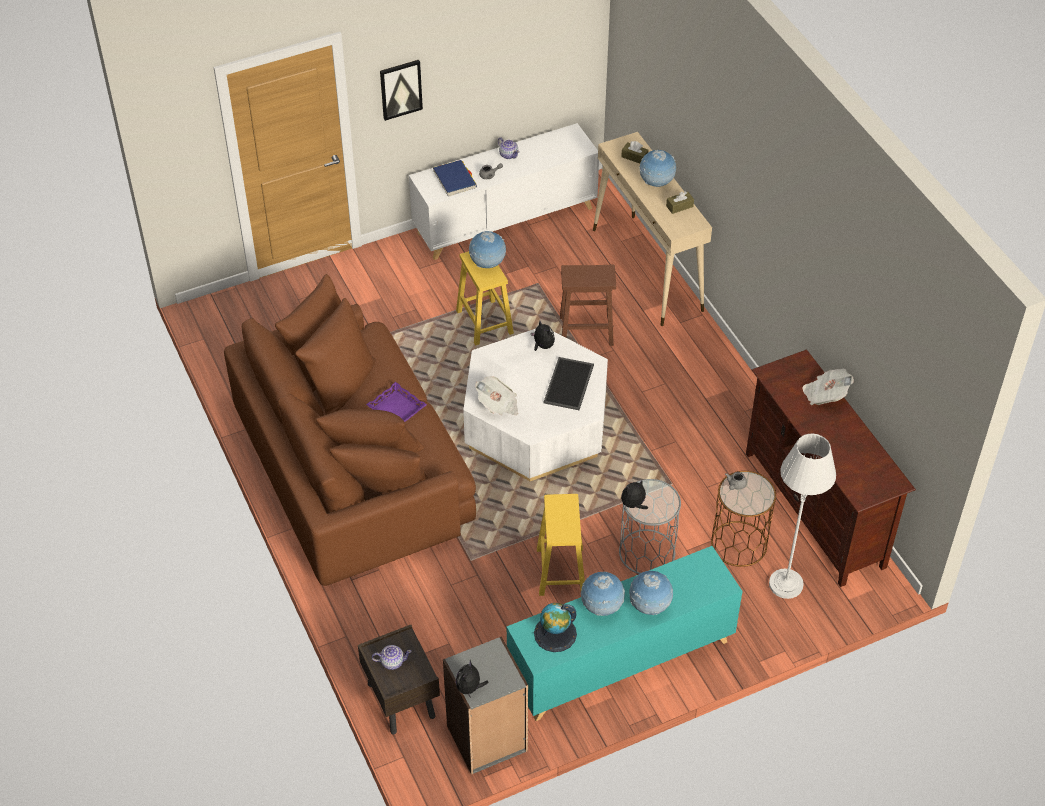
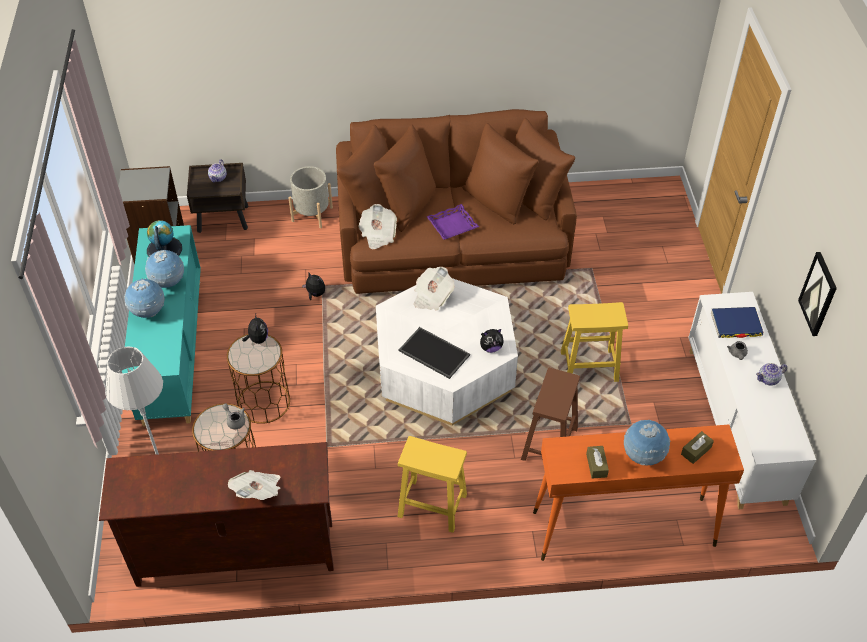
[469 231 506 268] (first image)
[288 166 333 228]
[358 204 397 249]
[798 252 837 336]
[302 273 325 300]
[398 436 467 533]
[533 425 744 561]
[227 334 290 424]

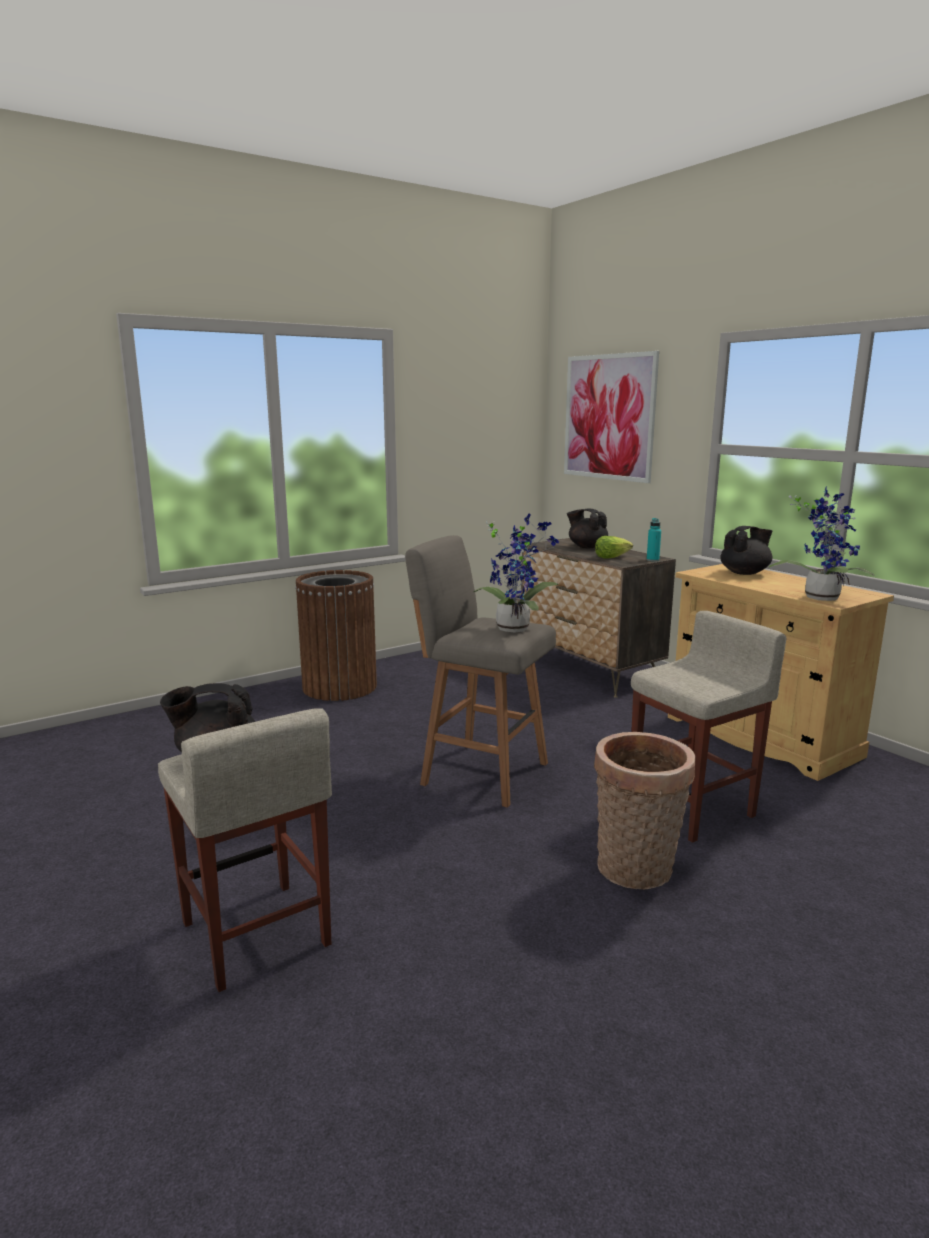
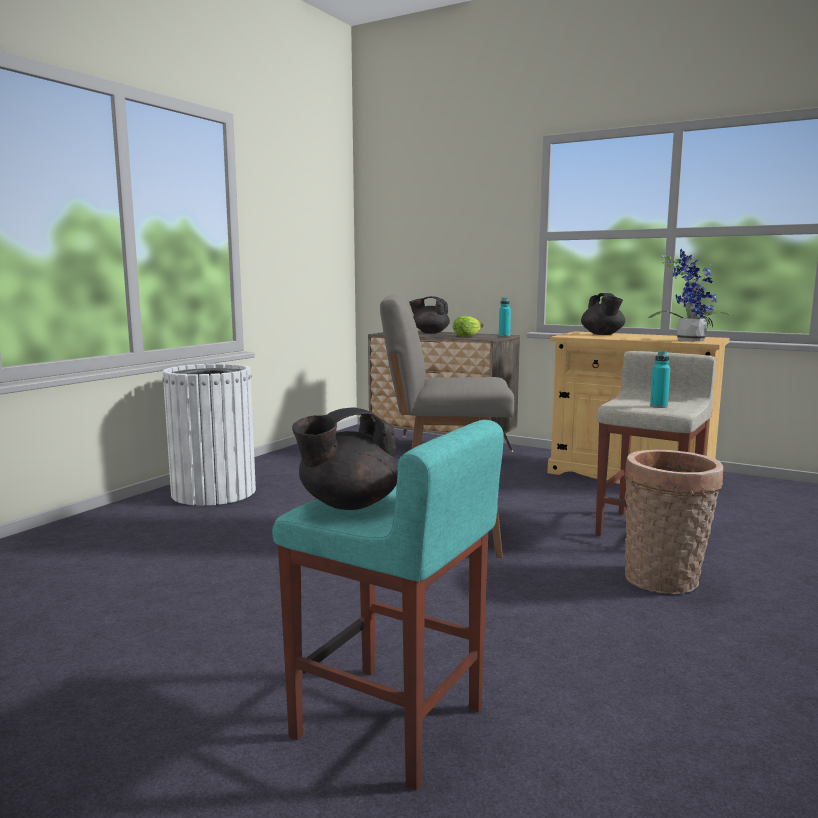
[473 514 559 632] (first image)
[564 351 659 483] (first image)
[650 351 670 408]
[272 420 504 790]
[162 364 256 506]
[581 293 625 335]

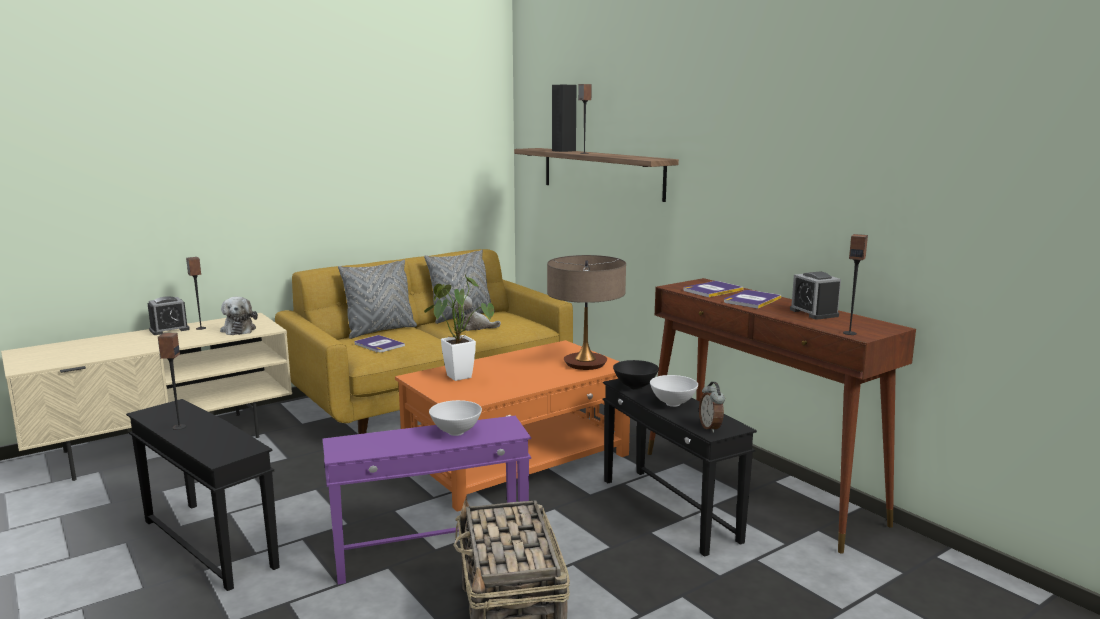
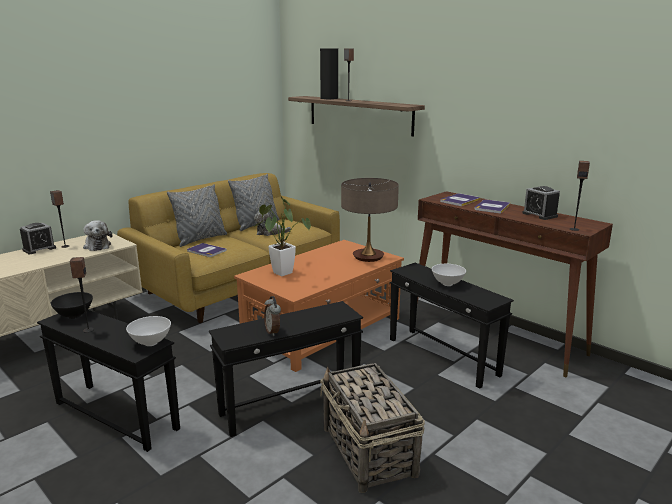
[126 316 171 346]
[51 292 93 319]
[264 296 281 336]
[209 301 363 437]

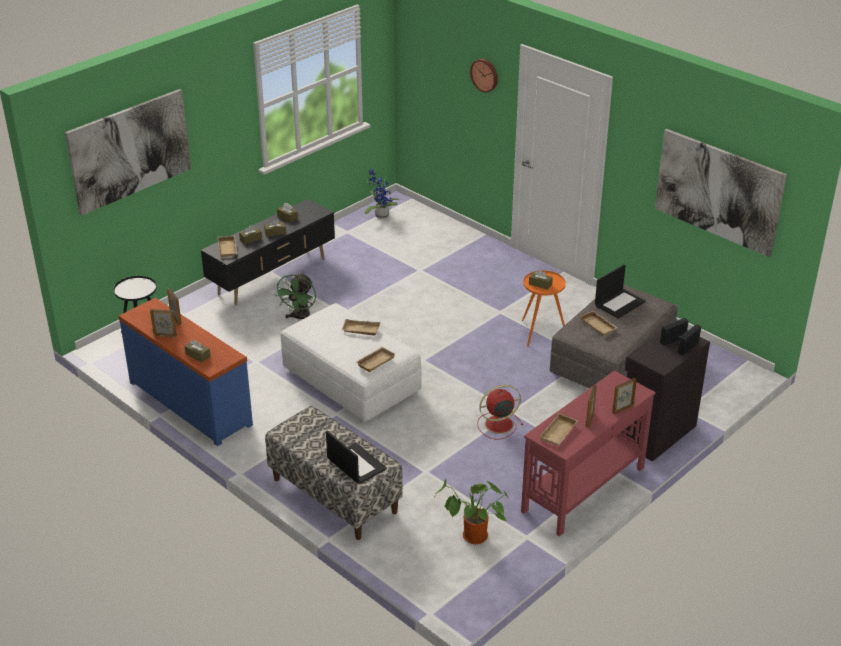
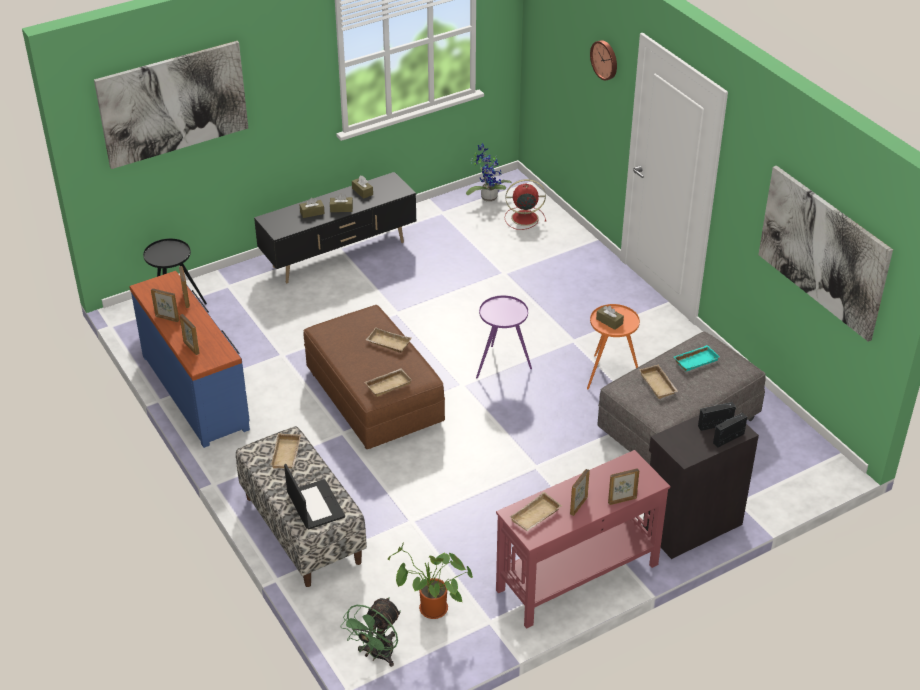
[476 295 532 378]
[271 433 301 468]
[341 597 401 667]
[505 179 546 230]
[180 314 200 355]
[674 345 720 372]
[304 305 445 449]

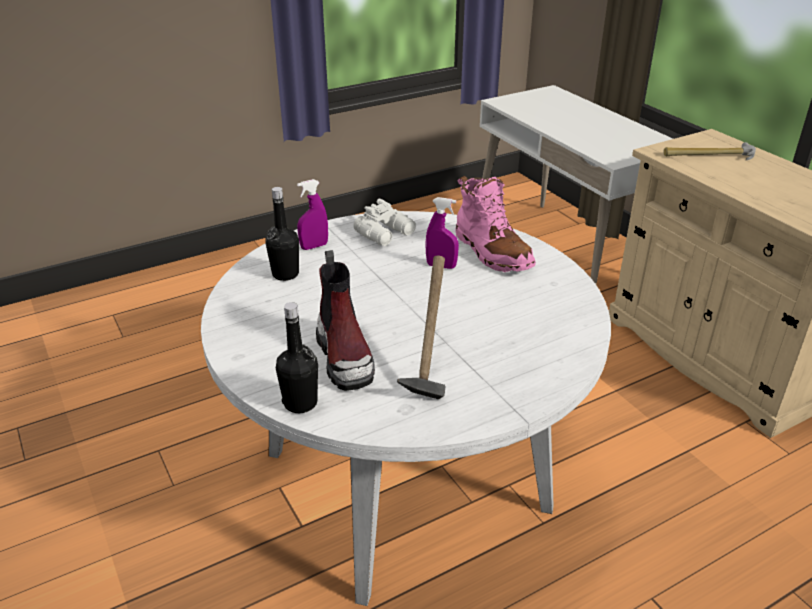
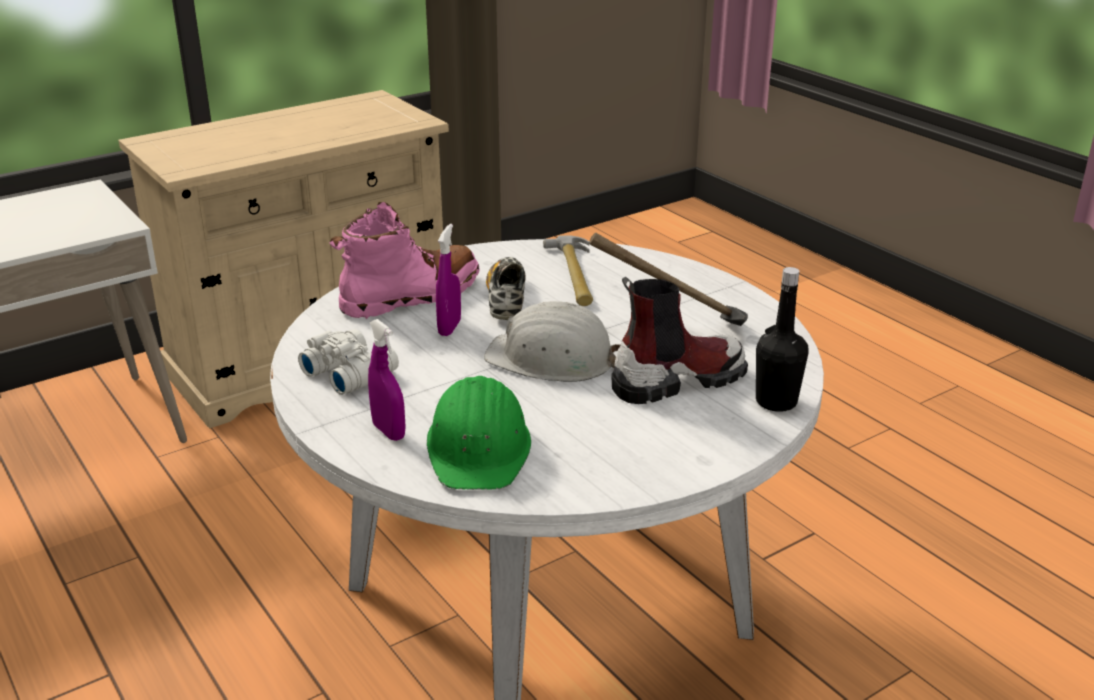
[484 301 620 382]
[486 257 526 320]
[543 235 593 306]
[427 376 531 490]

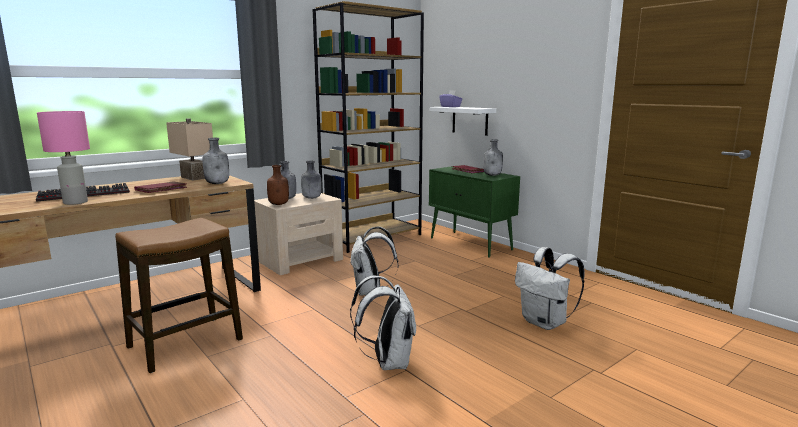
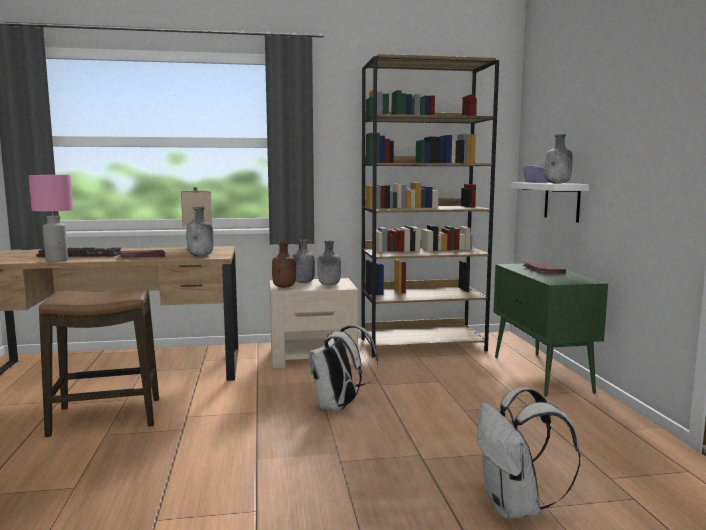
[350 276 416 370] (first image)
[545 134 573 183]

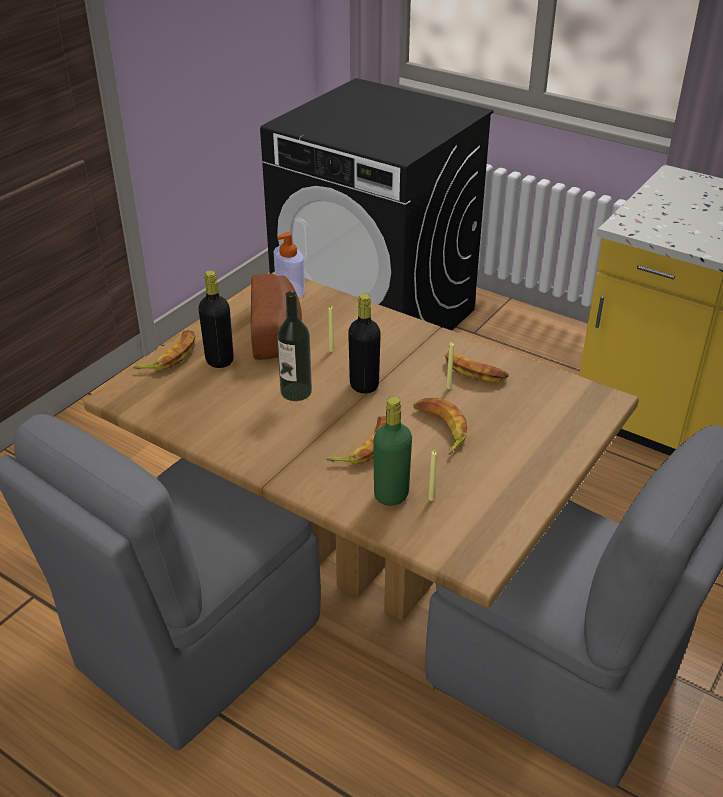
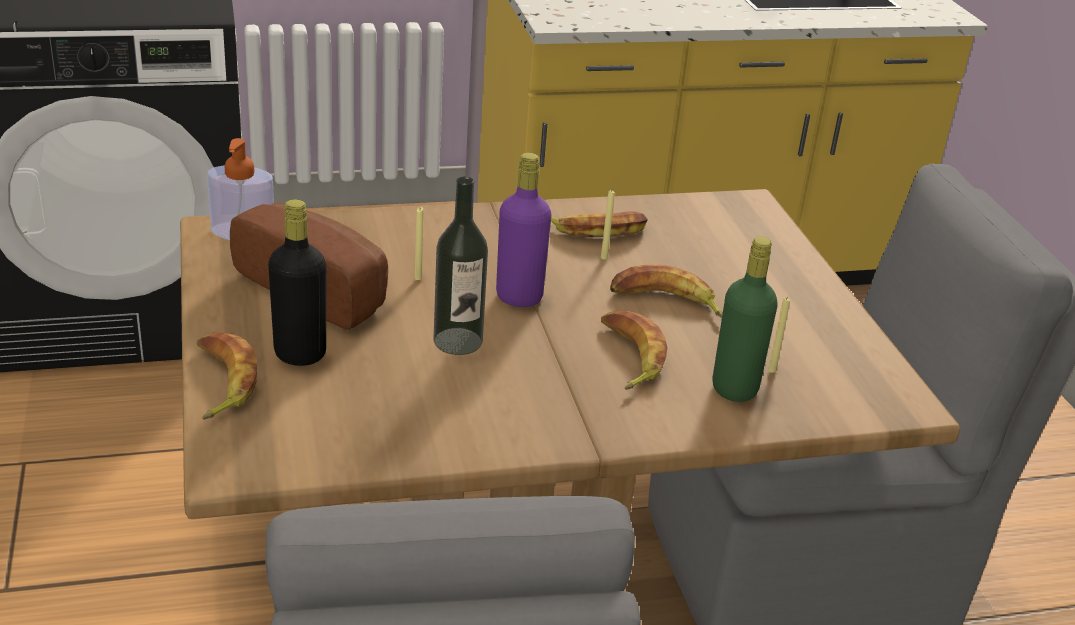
[496 153 552 307]

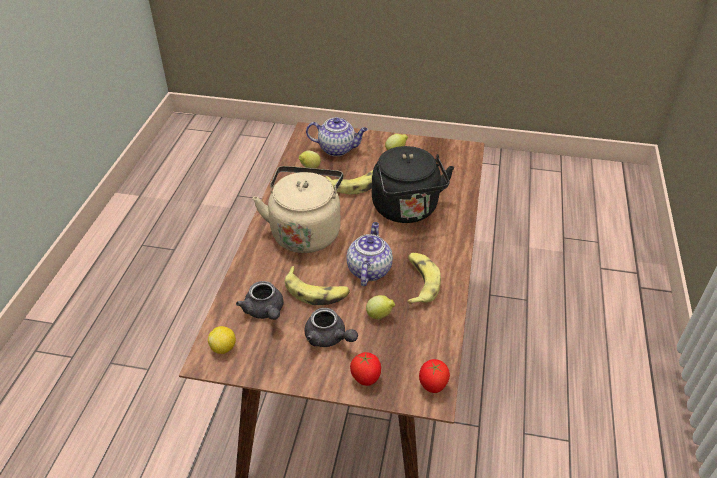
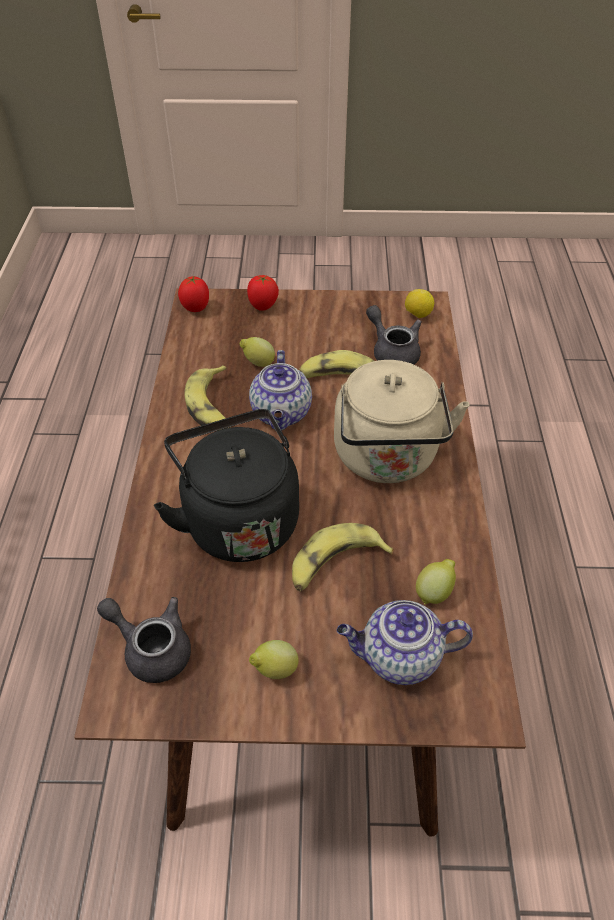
[97 597 191 683]

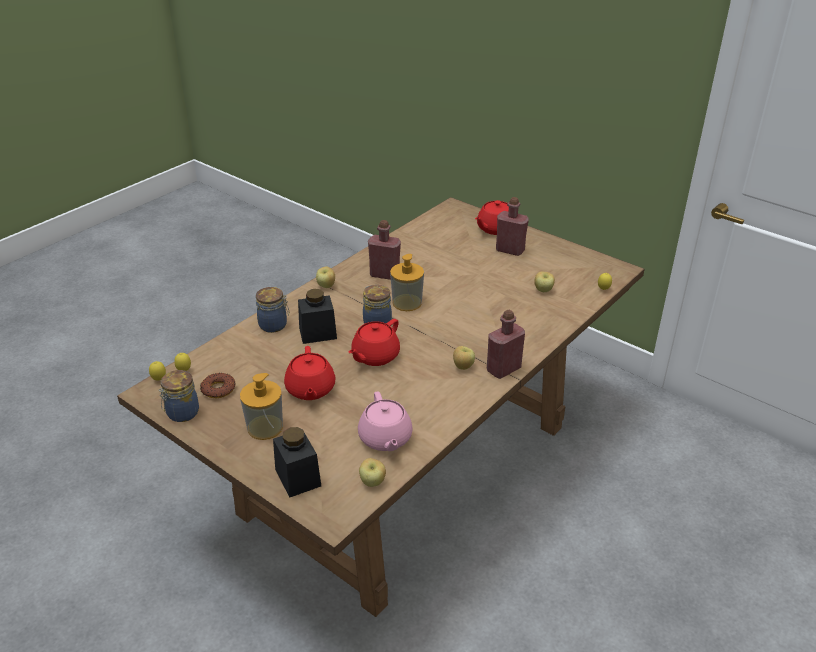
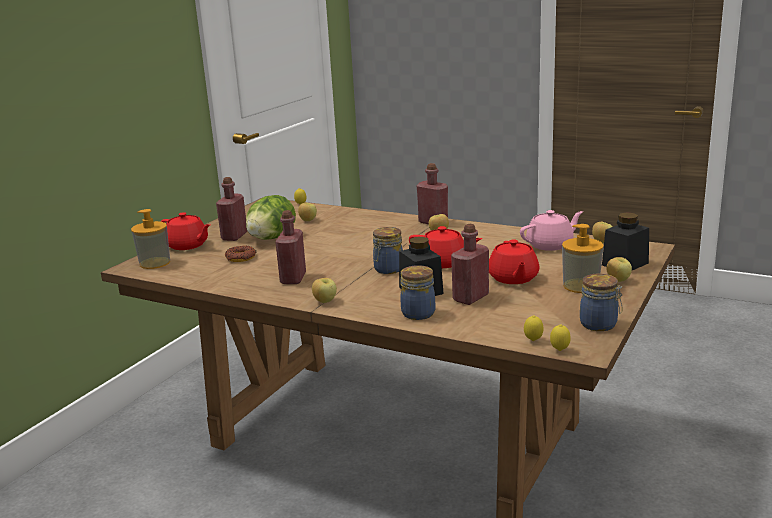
[246 195 296 240]
[451 224 489 305]
[606 257 632 282]
[225 245 256 262]
[131 209 170 269]
[489 239 539 284]

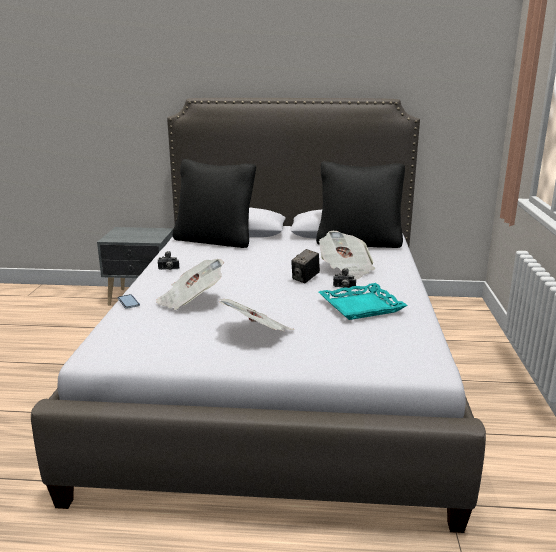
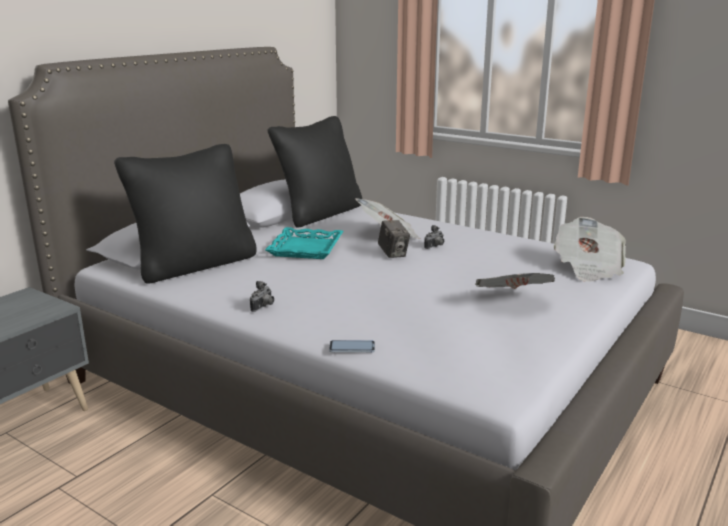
[554 217 626 282]
[265 227 343 259]

